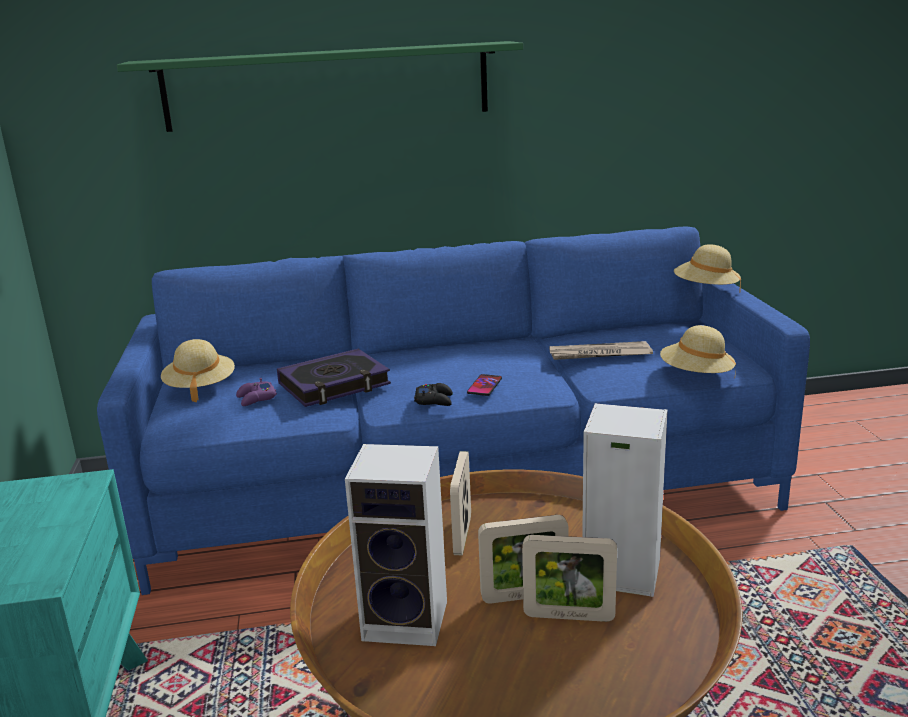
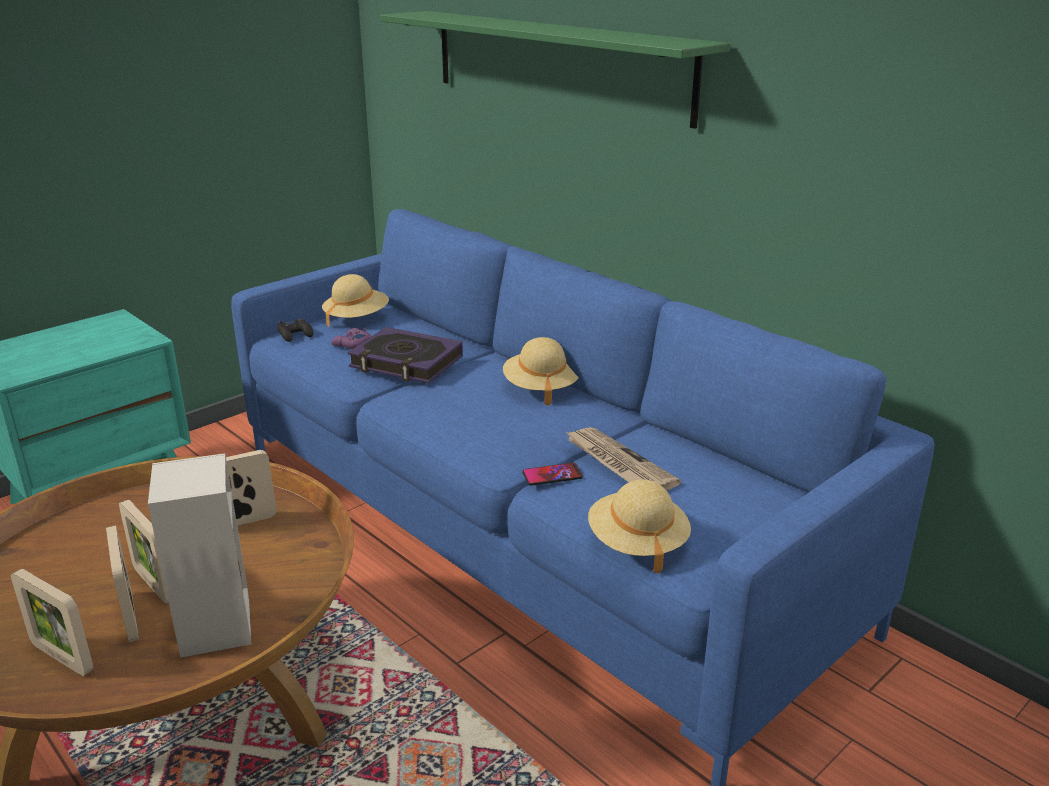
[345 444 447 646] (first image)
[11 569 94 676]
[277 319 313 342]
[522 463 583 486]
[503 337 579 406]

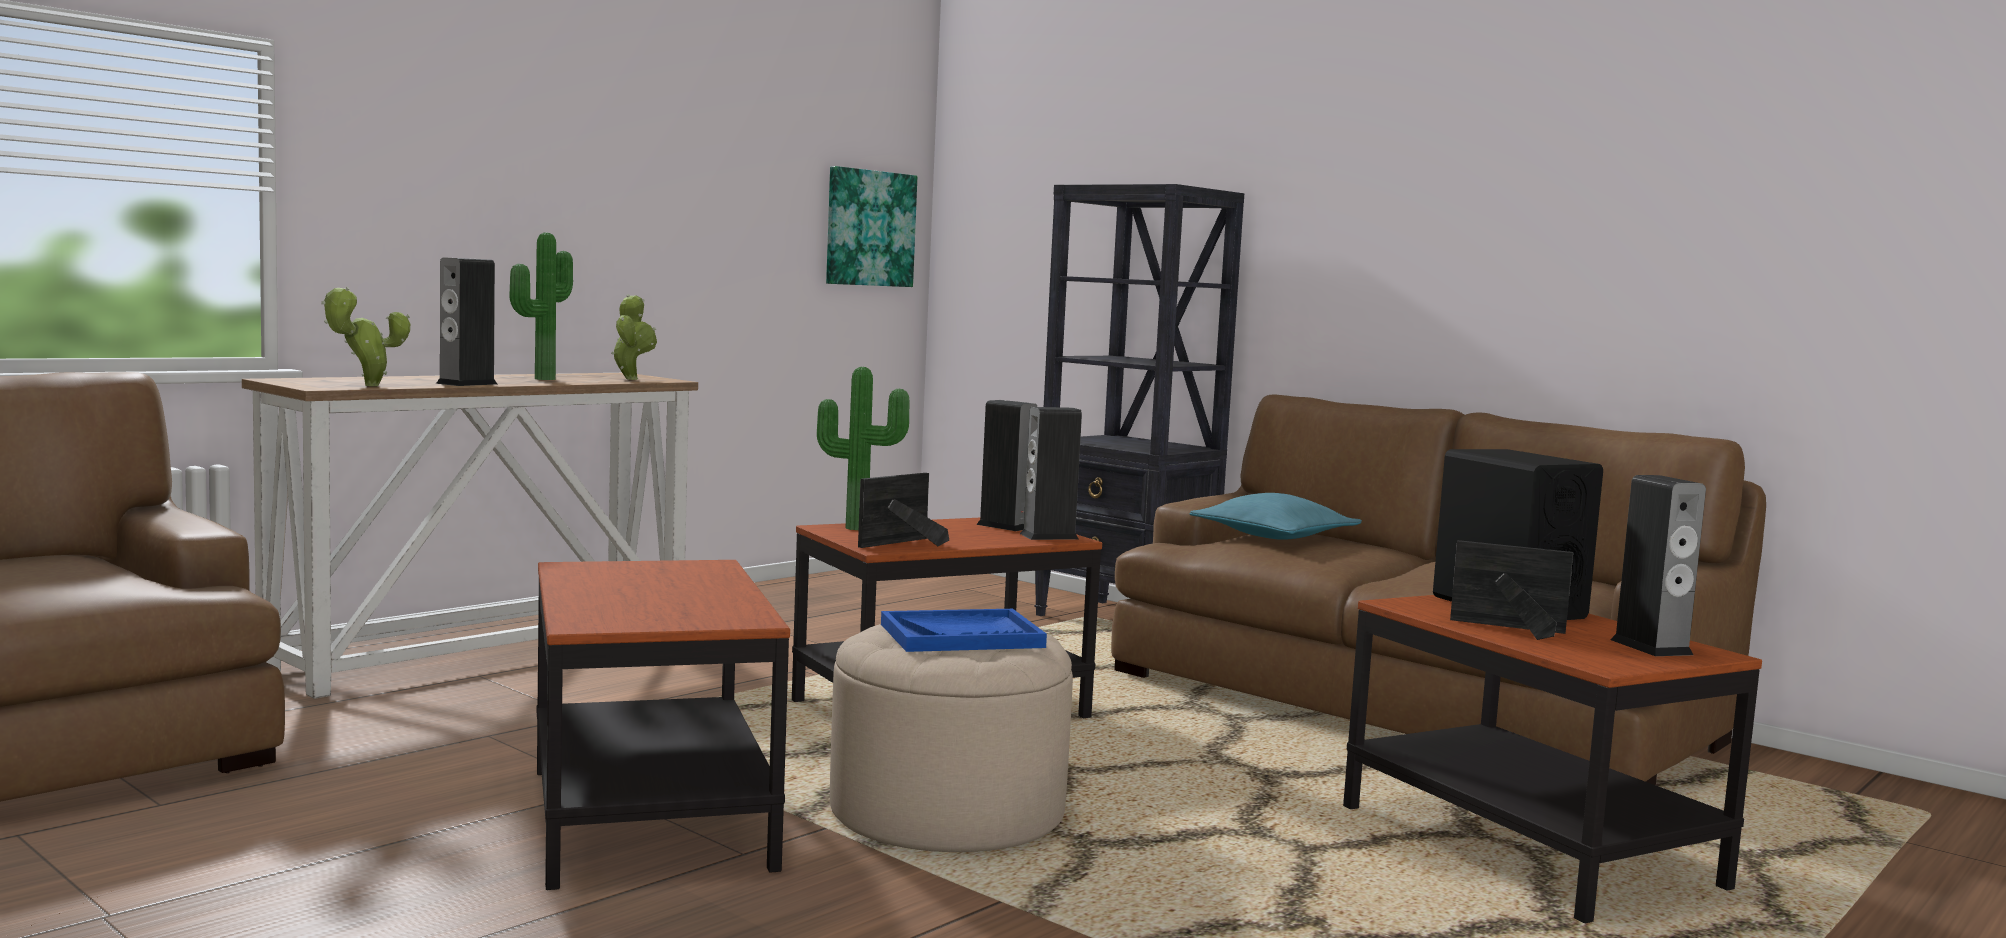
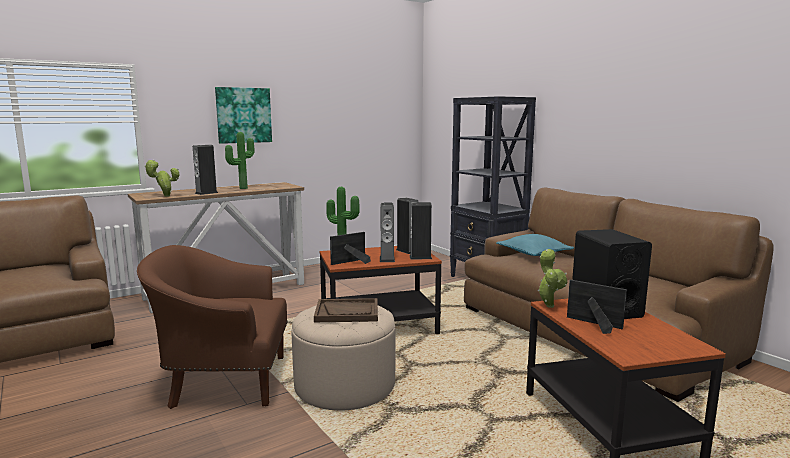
[537 249 567 308]
[215 87 272 144]
[380 203 395 262]
[137 245 288 409]
[314 298 378 322]

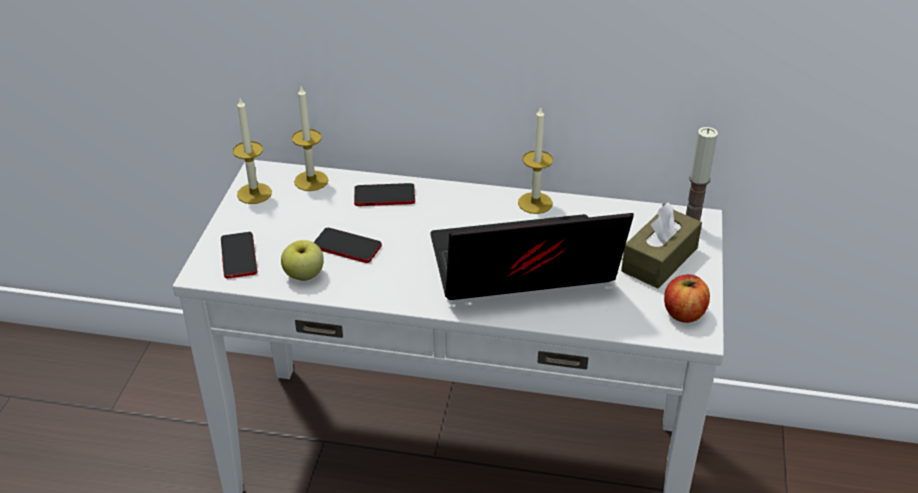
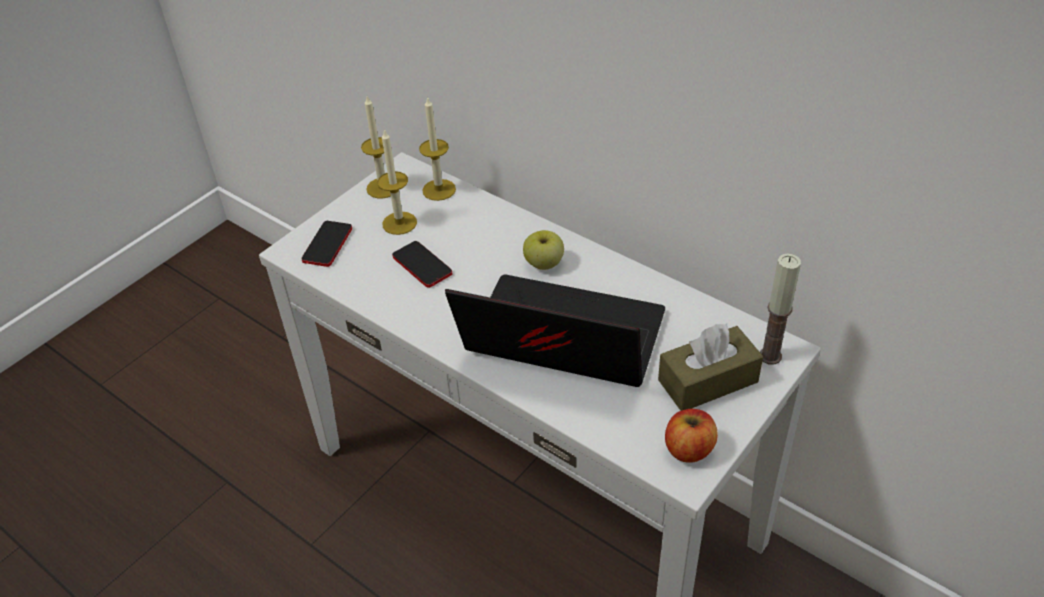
[354 183 415 206] (first image)
[523 230 564 270]
[378 129 417 235]

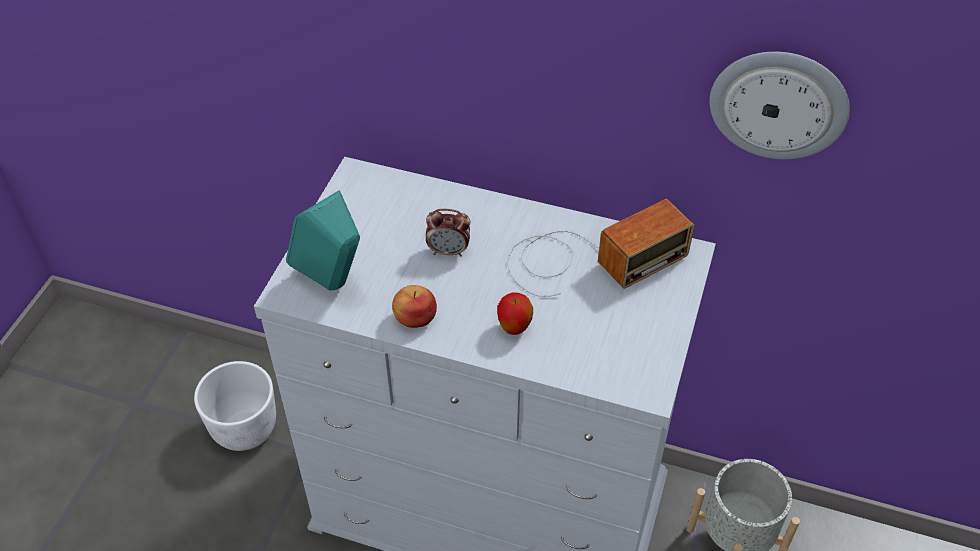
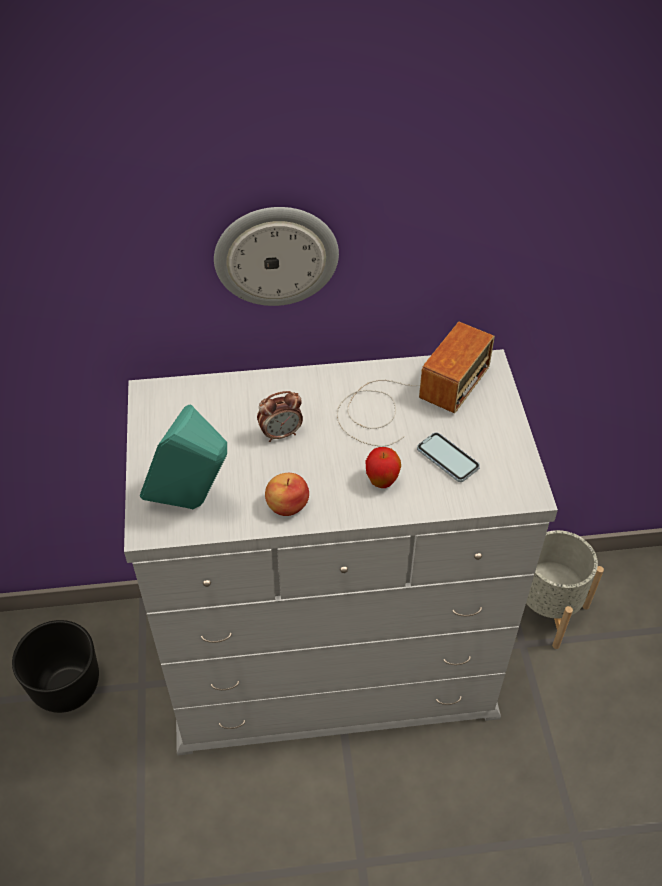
[417 432 480 482]
[214 207 339 306]
[12 620 99 713]

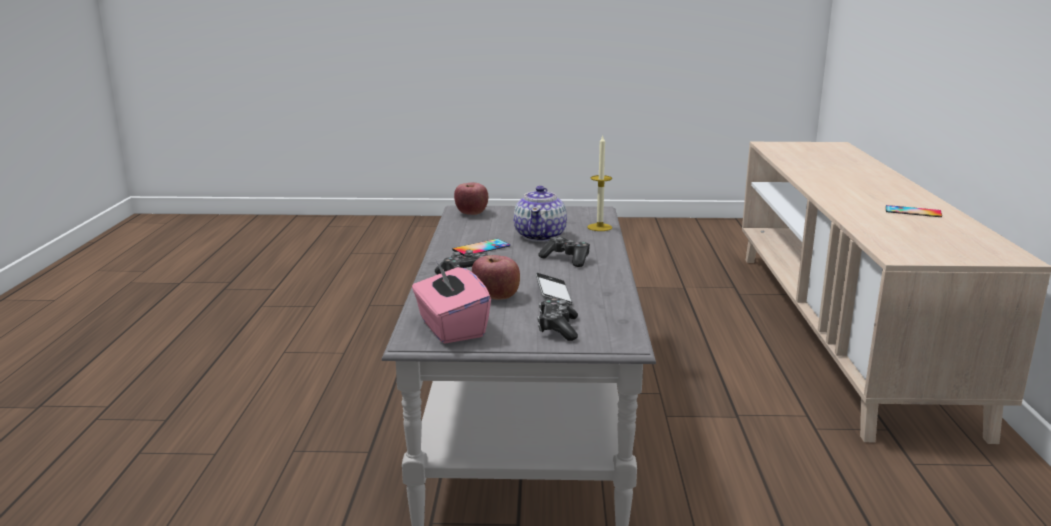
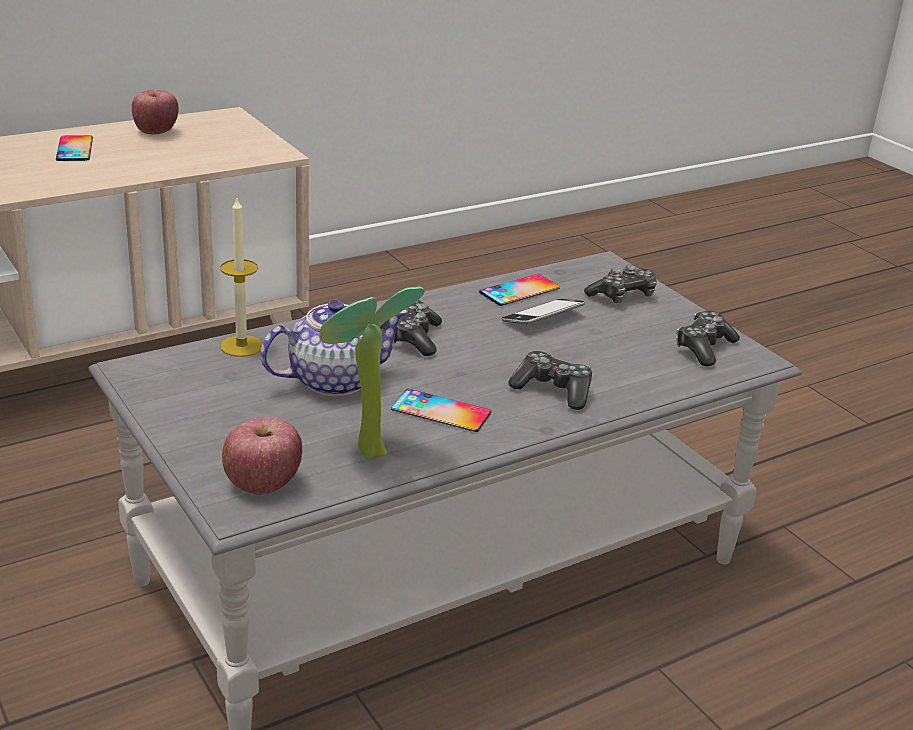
[320 286 425 460]
[479 274 560 306]
[132 90 179 135]
[676 311 740 366]

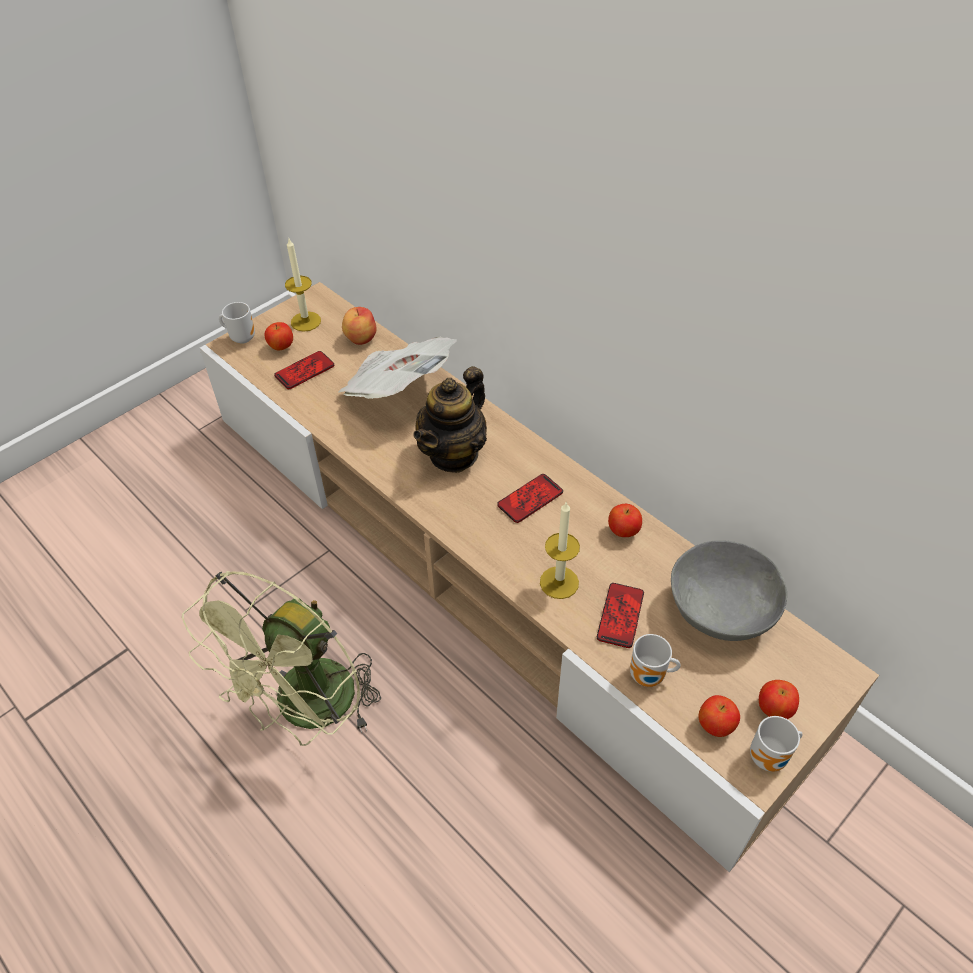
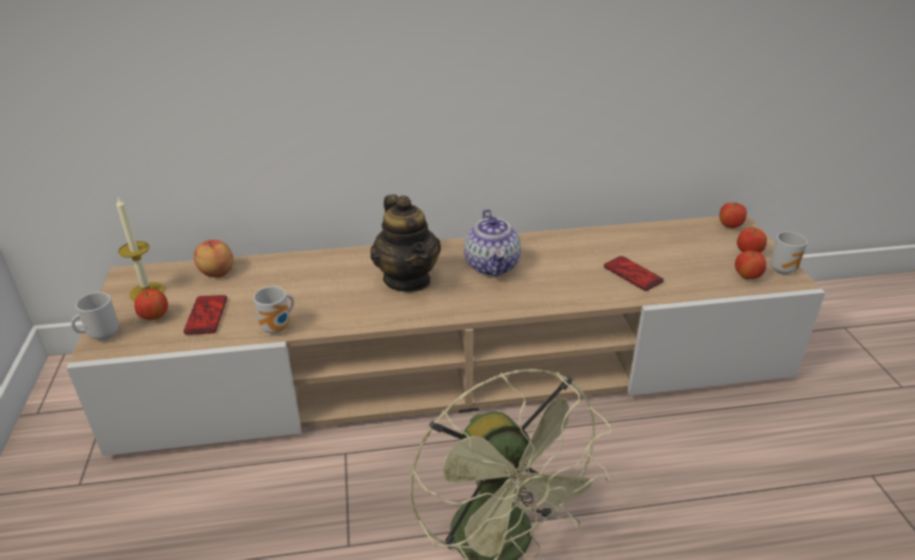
[338 337 457 399] (first image)
[540 502 580 599] (first image)
[671 540 787 641] (first image)
[719 203 747 229]
[253 286 294 334]
[464 209 521 277]

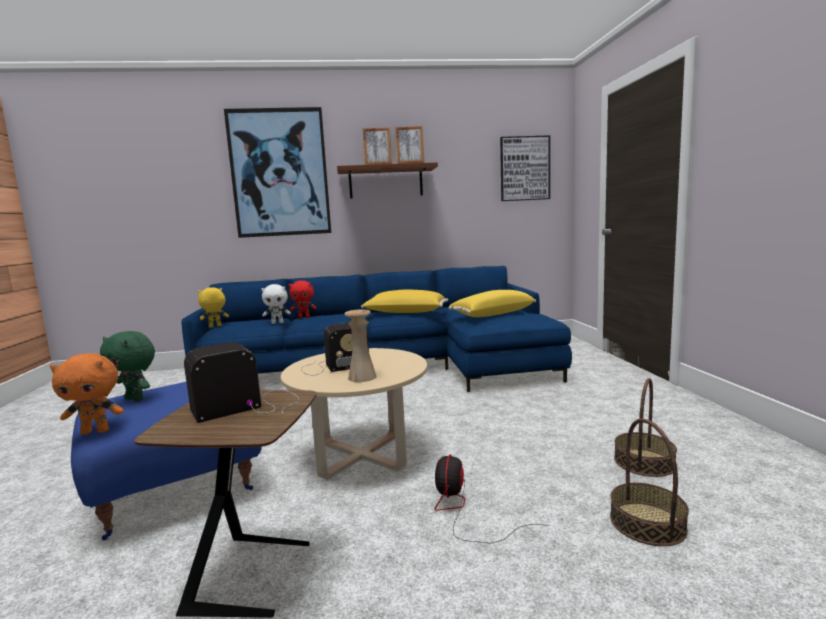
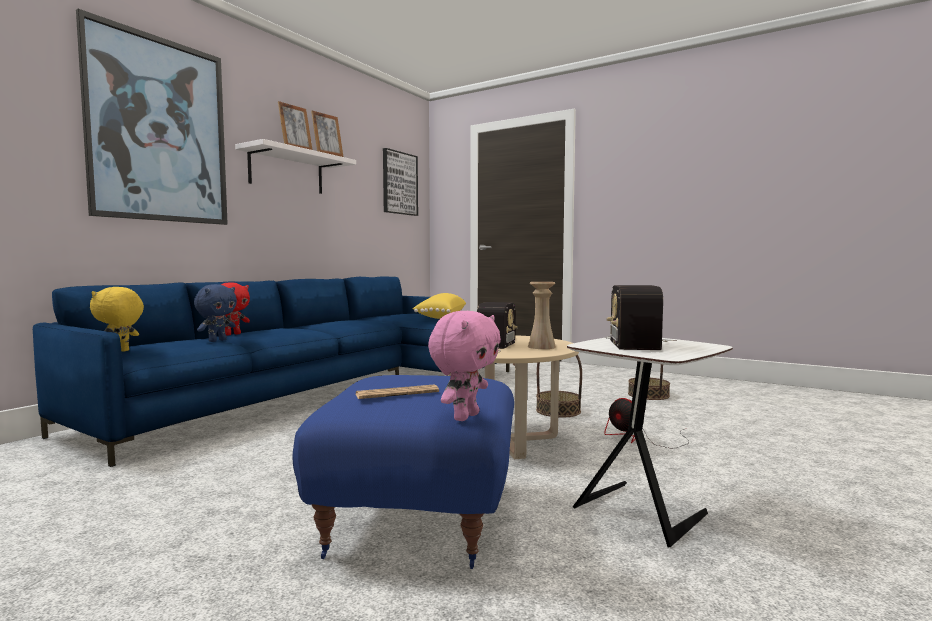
[361 290 448 313] (first image)
[536 355 582 417]
[356 384 439 399]
[428 311 501 421]
[567 337 733 548]
[194 284 237 342]
[235 139 356 194]

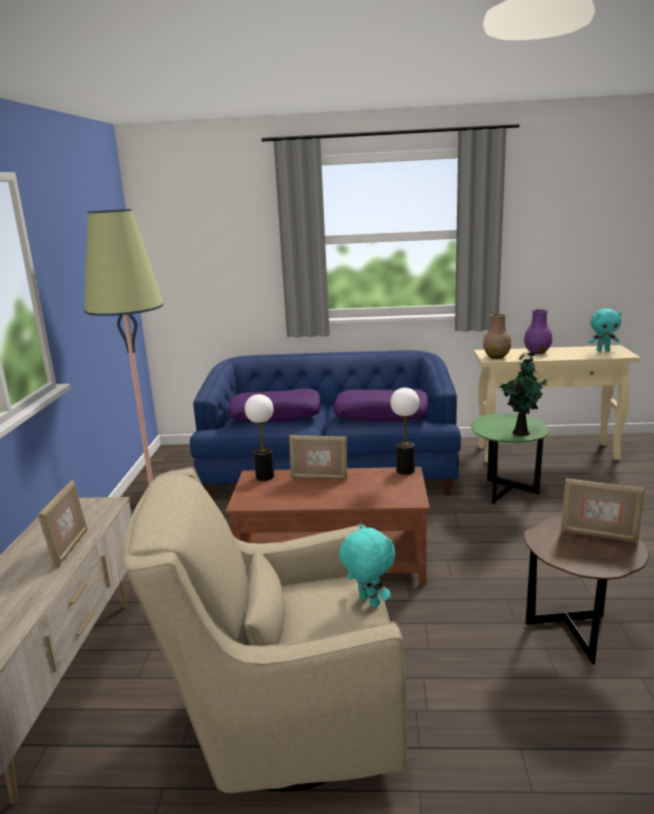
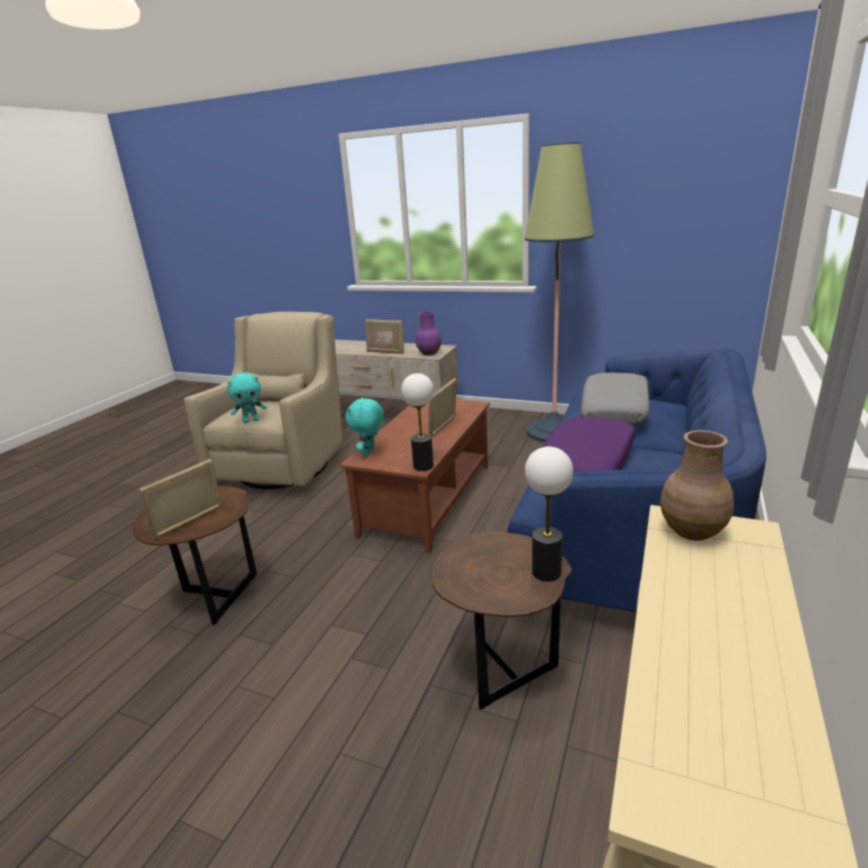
[500 352 547 436] (first image)
[525 447 573 582]
[416 312 442 355]
[346 397 384 456]
[581 373 650 424]
[431 531 572 709]

